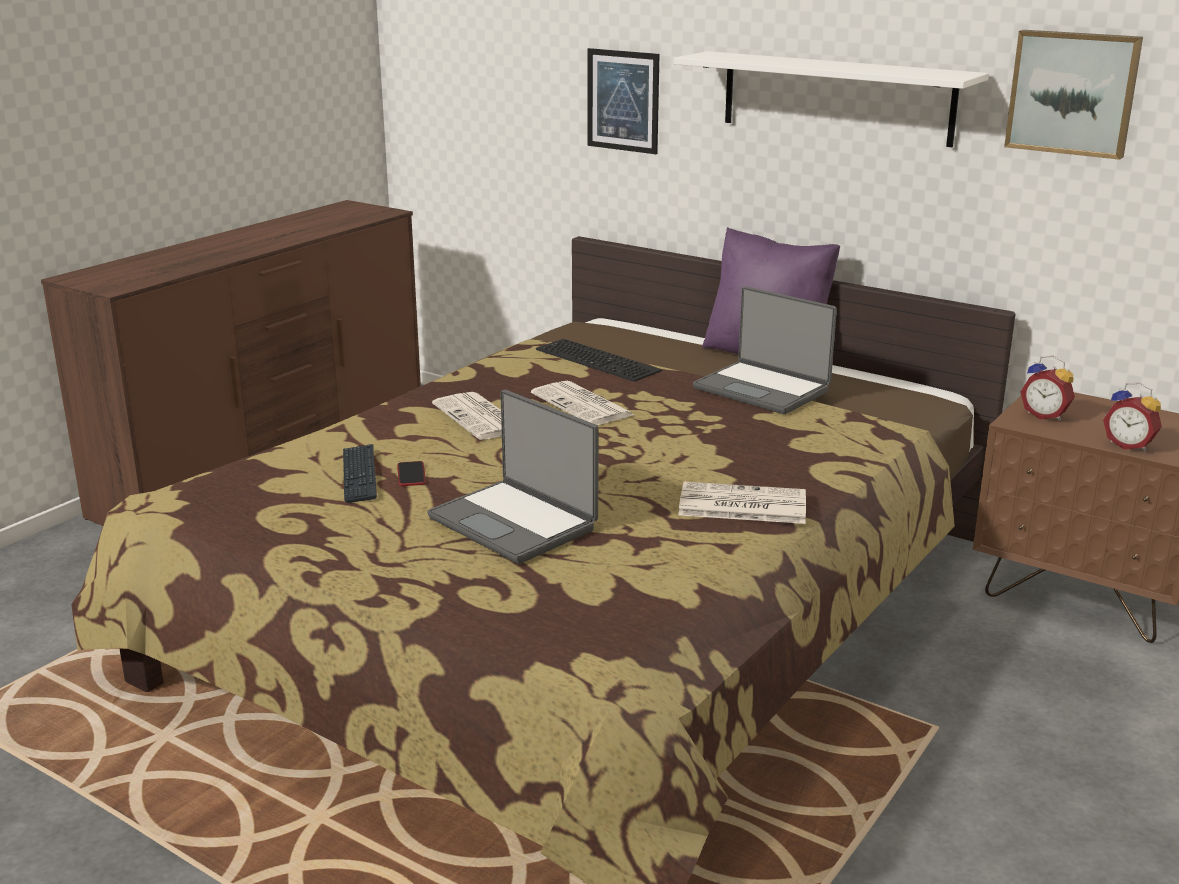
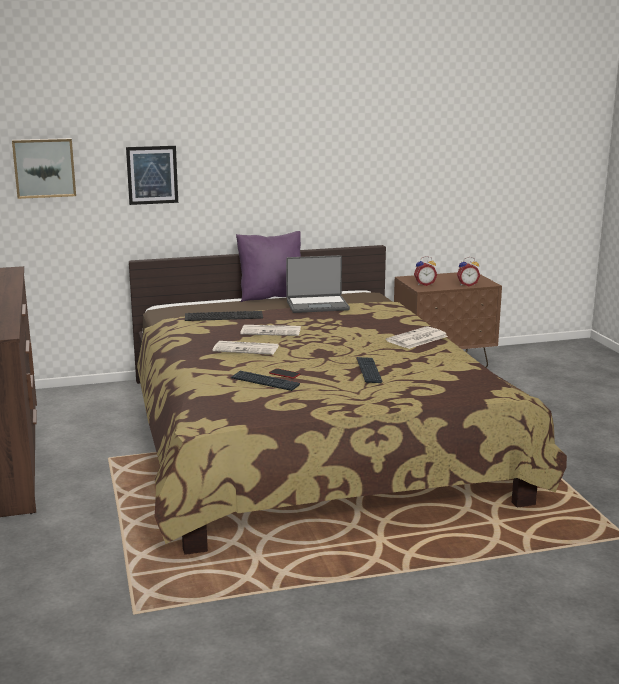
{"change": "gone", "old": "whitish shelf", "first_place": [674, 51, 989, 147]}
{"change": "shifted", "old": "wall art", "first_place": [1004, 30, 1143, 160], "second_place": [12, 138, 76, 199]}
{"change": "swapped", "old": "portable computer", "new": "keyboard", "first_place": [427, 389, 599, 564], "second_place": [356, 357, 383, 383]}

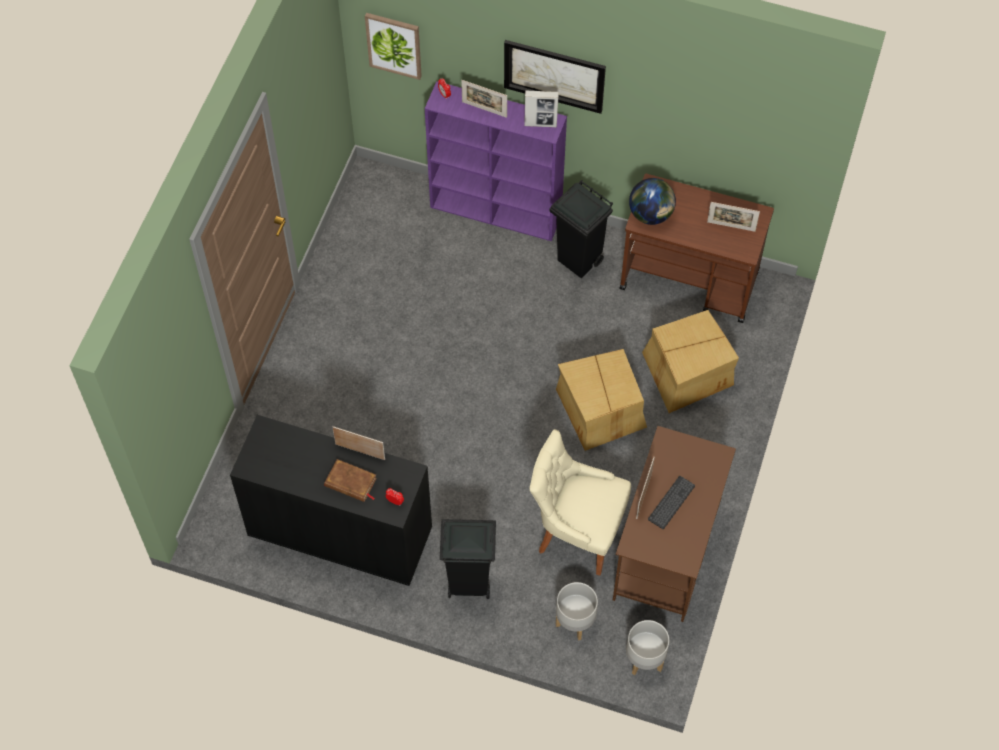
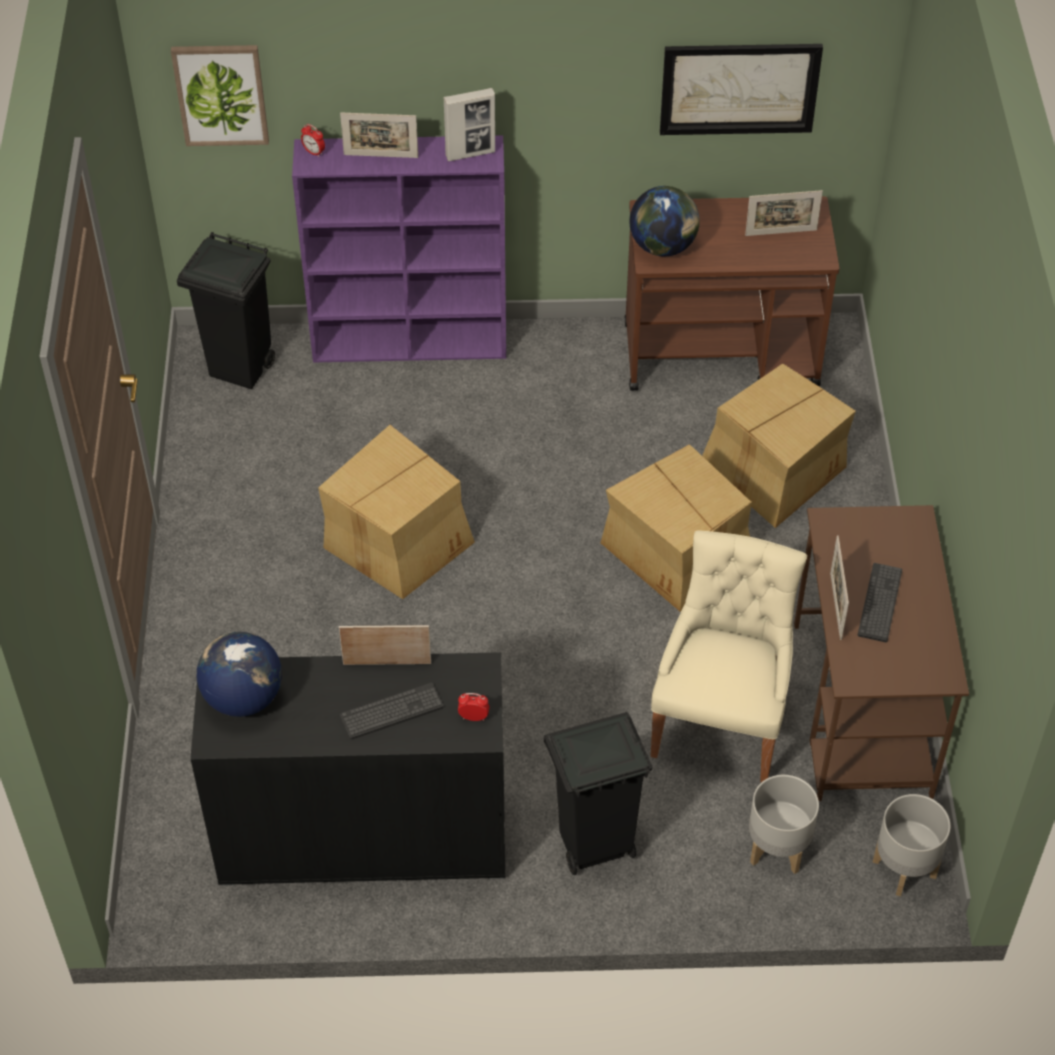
{"change": "new", "new": "globe", "second_place": [197, 632, 282, 717]}
{"change": "new", "new": "packing box", "second_place": [318, 425, 475, 599]}
{"change": "shifted", "old": "wall art", "first_place": [504, 40, 606, 114], "second_place": [660, 44, 823, 135]}
{"change": "shifted", "old": "black-coloured rubbish bin", "first_place": [549, 180, 613, 278], "second_place": [177, 232, 275, 389]}
{"change": "swapped", "old": "brown book", "new": "keyboard", "first_place": [324, 459, 377, 502], "second_place": [340, 683, 443, 740]}
{"change": "rotated", "old": "sand-coloured upright chair", "first_place": [530, 429, 631, 576], "second_place": [651, 530, 807, 782], "degrees": 105}

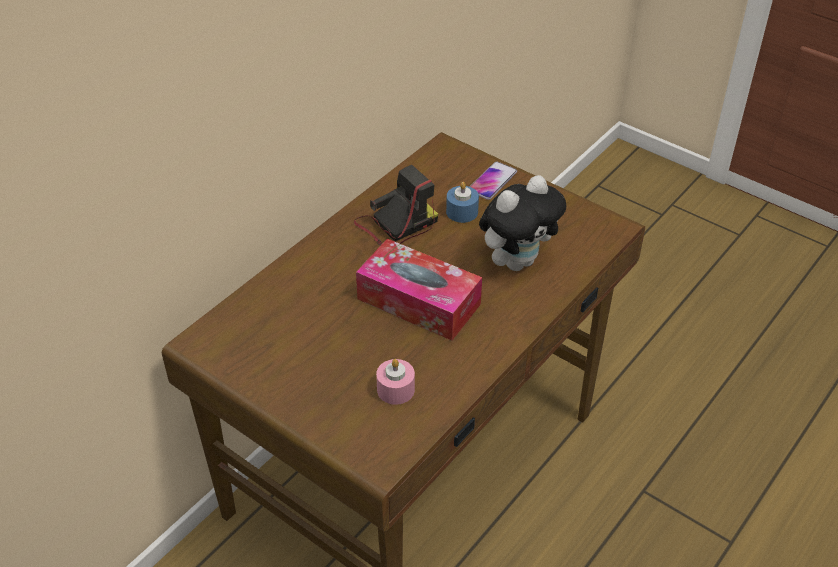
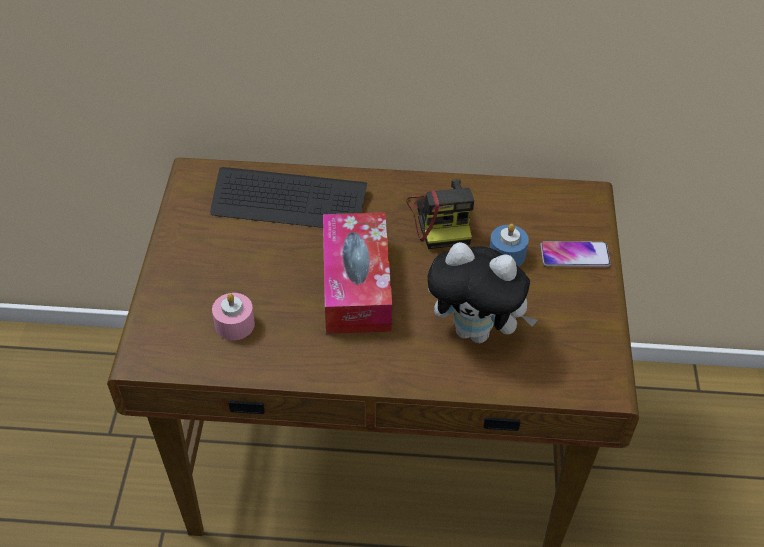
{"change": "new", "new": "keyboard", "second_place": [210, 167, 367, 228]}
{"change": "rotated", "old": "still camera", "first_place": [354, 165, 438, 246], "second_place": [406, 179, 474, 249], "degrees": 60}

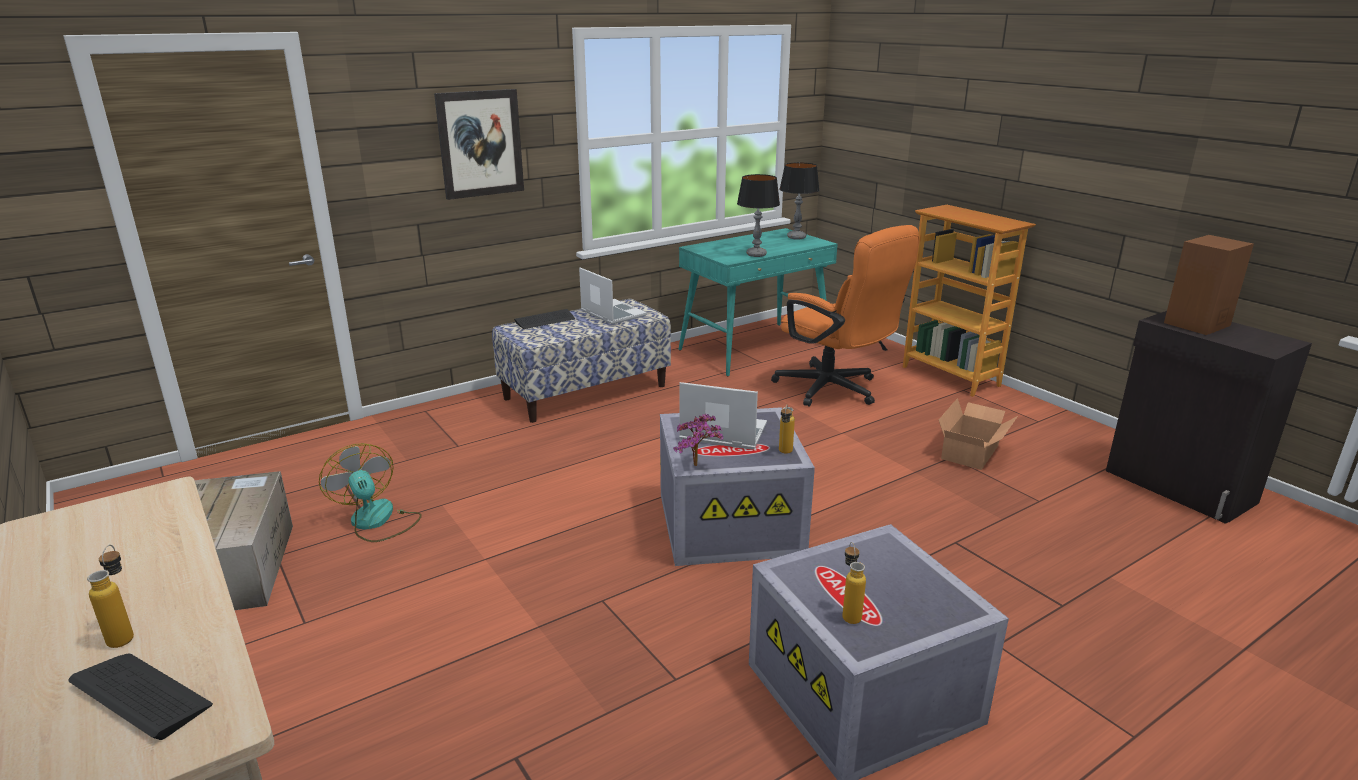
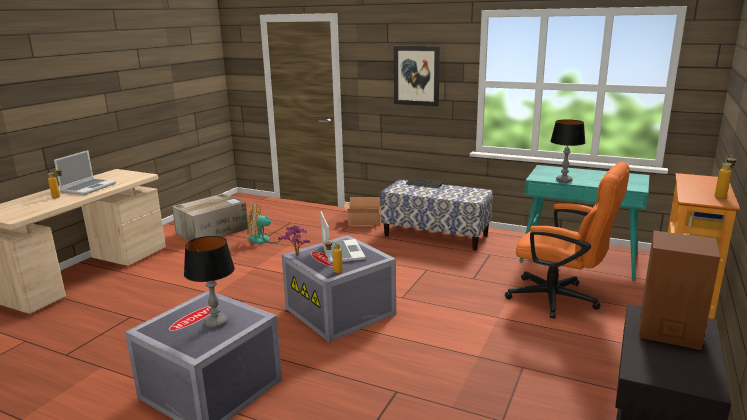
{"change": "gone", "old": "keyboard", "first_place": [68, 654, 213, 740]}
{"change": "shifted", "old": "portable computer", "first_place": [579, 268, 647, 325], "second_place": [54, 150, 116, 195]}
{"change": "shifted", "old": "tabletop lamp", "first_place": [779, 162, 820, 240], "second_place": [184, 236, 235, 328]}
{"change": "shifted", "old": "beverage bottle", "first_place": [842, 542, 866, 624], "second_place": [715, 155, 736, 199]}
{"change": "shifted", "old": "packing box", "first_place": [939, 398, 1018, 470], "second_place": [344, 197, 381, 225]}
{"change": "rotated", "old": "cooling fan", "first_place": [319, 443, 422, 542], "second_place": [247, 203, 282, 244], "degrees": -120}
{"change": "rotated", "old": "orange-coloured office chair", "first_place": [771, 225, 920, 407], "second_place": [505, 162, 630, 319], "degrees": -75}

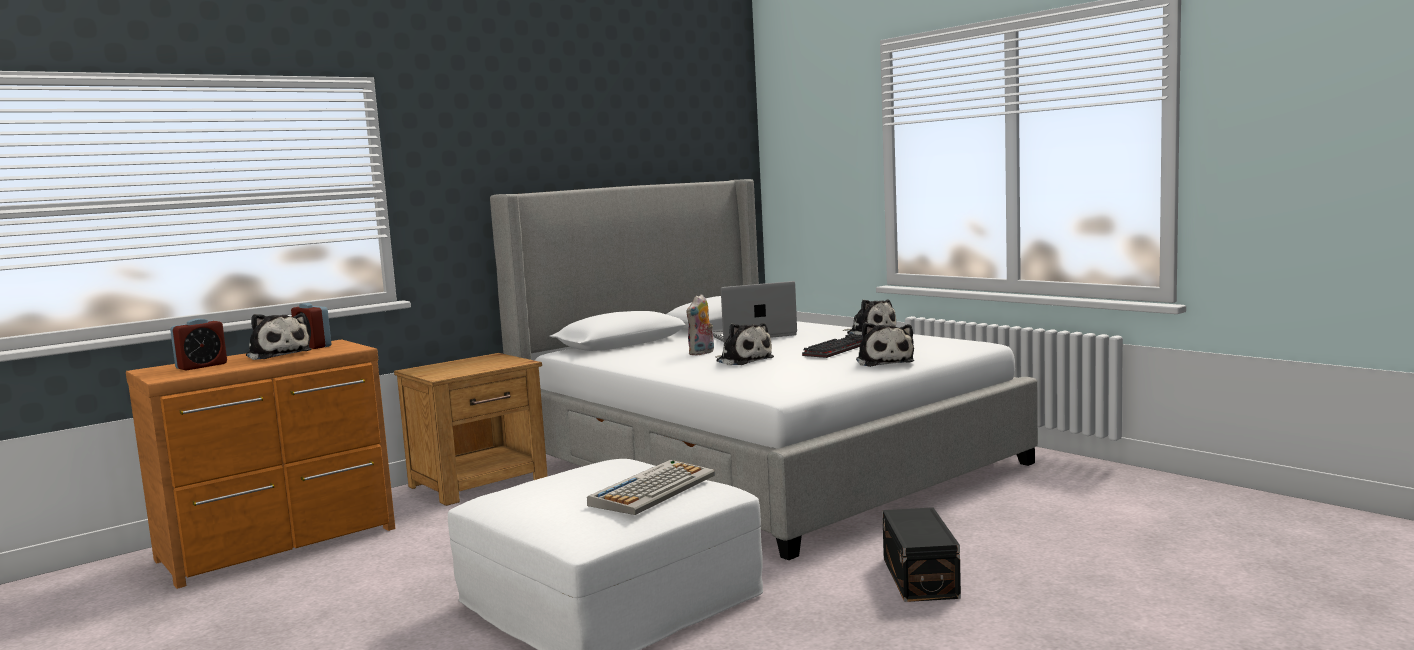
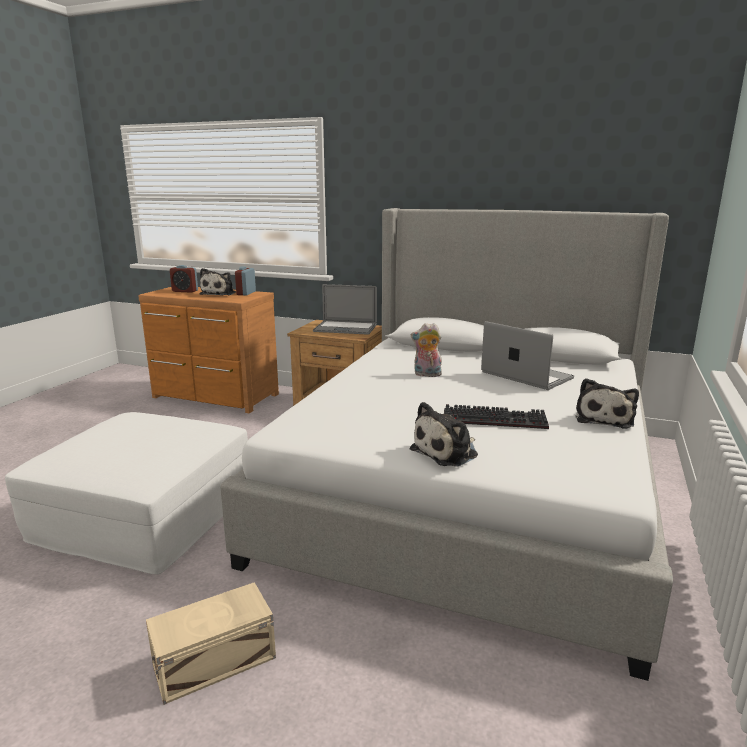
{"change": "gone", "old": "keyboard", "first_place": [587, 460, 715, 515]}
{"change": "gone", "old": "plush toy", "first_place": [715, 323, 774, 365]}
{"change": "new", "new": "portable computer", "second_place": [313, 284, 377, 335]}
{"change": "repainted", "old": "black-coloured storage bin", "new": "sand-coloured storage bin", "first_place": [882, 507, 961, 602], "second_place": [146, 582, 276, 705]}

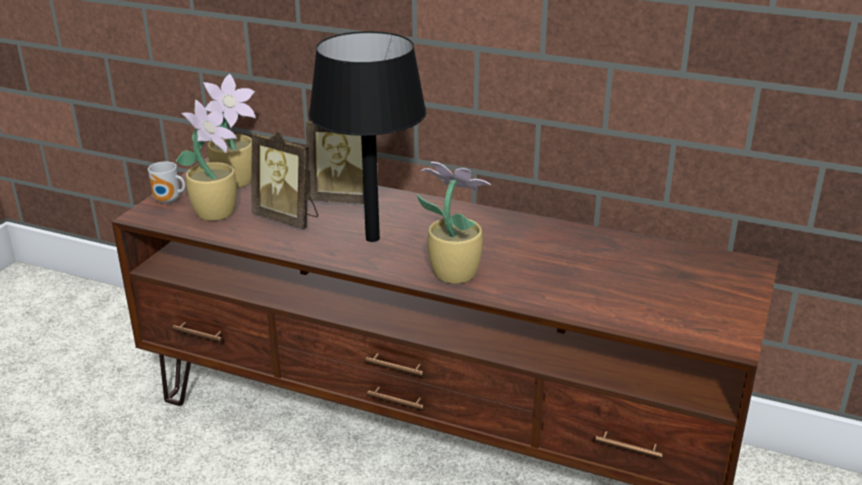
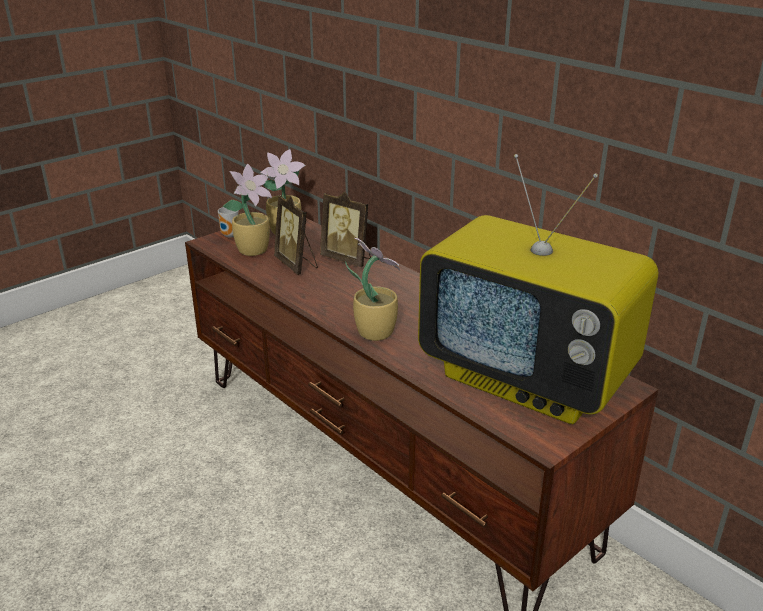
{"change": "gone", "old": "black-coloured tabletop lamp", "first_place": [309, 31, 426, 242]}
{"change": "new", "new": "television", "second_place": [418, 154, 658, 424]}

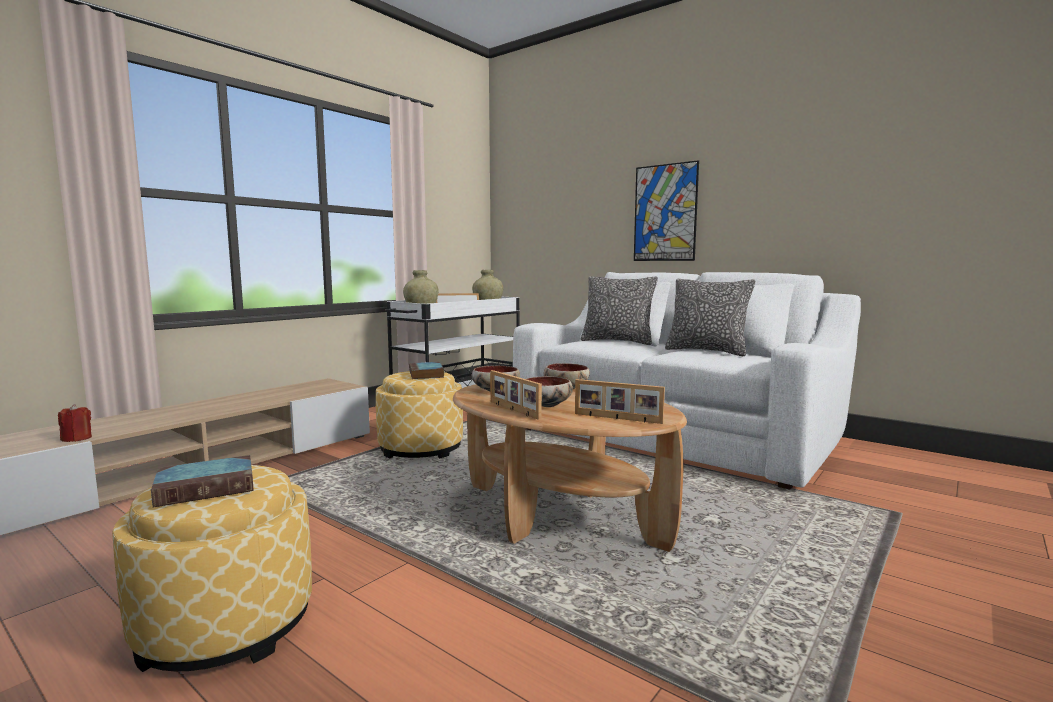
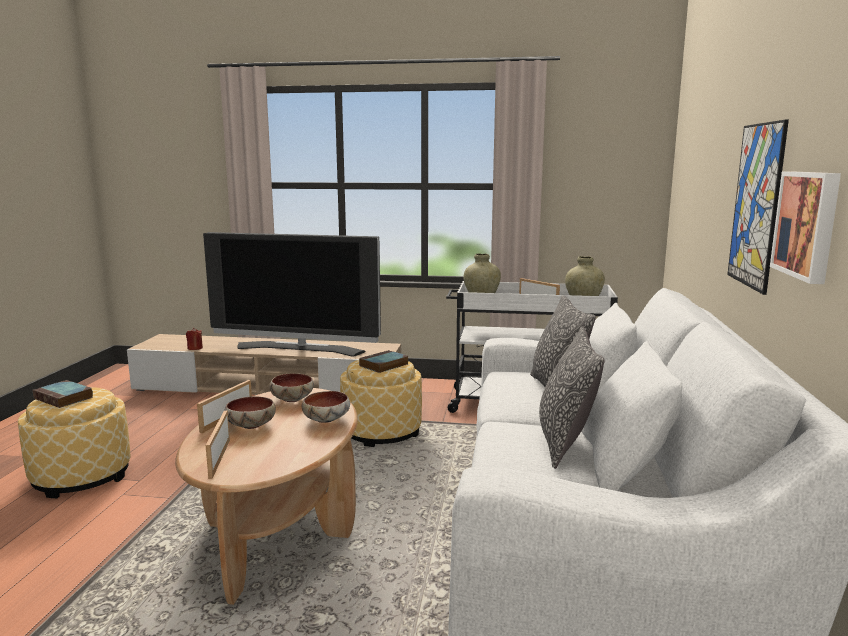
{"change": "new", "new": "television", "second_place": [203, 232, 381, 357]}
{"change": "new", "new": "wall art", "second_place": [770, 172, 841, 284]}

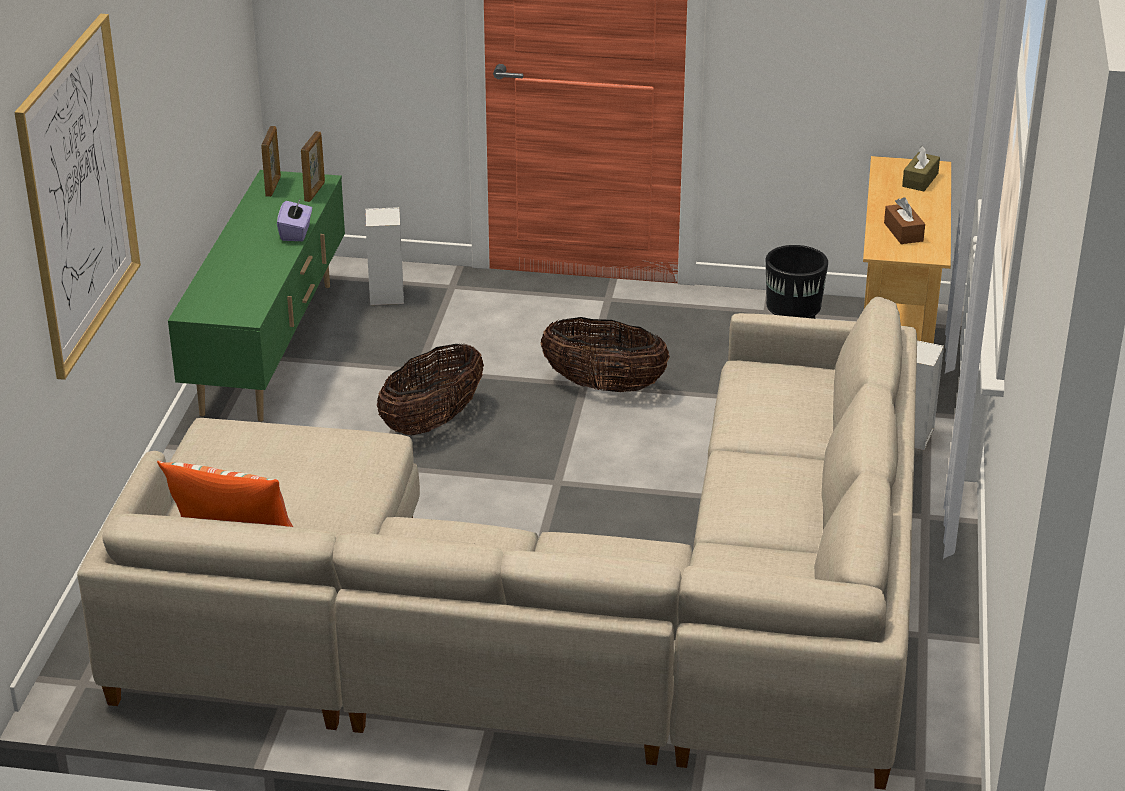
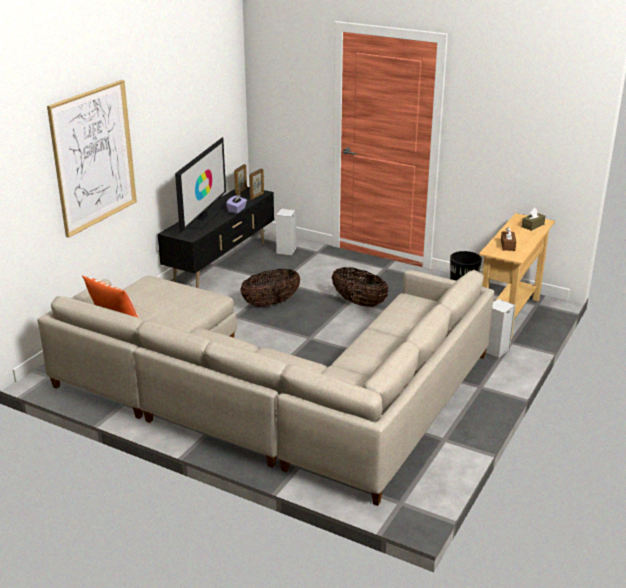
{"change": "new", "new": "television", "second_place": [175, 137, 226, 233]}
{"change": "repainted", "old": "greenish media console", "new": "black-coloured media console", "first_place": [168, 170, 345, 422], "second_place": [158, 187, 274, 288]}

